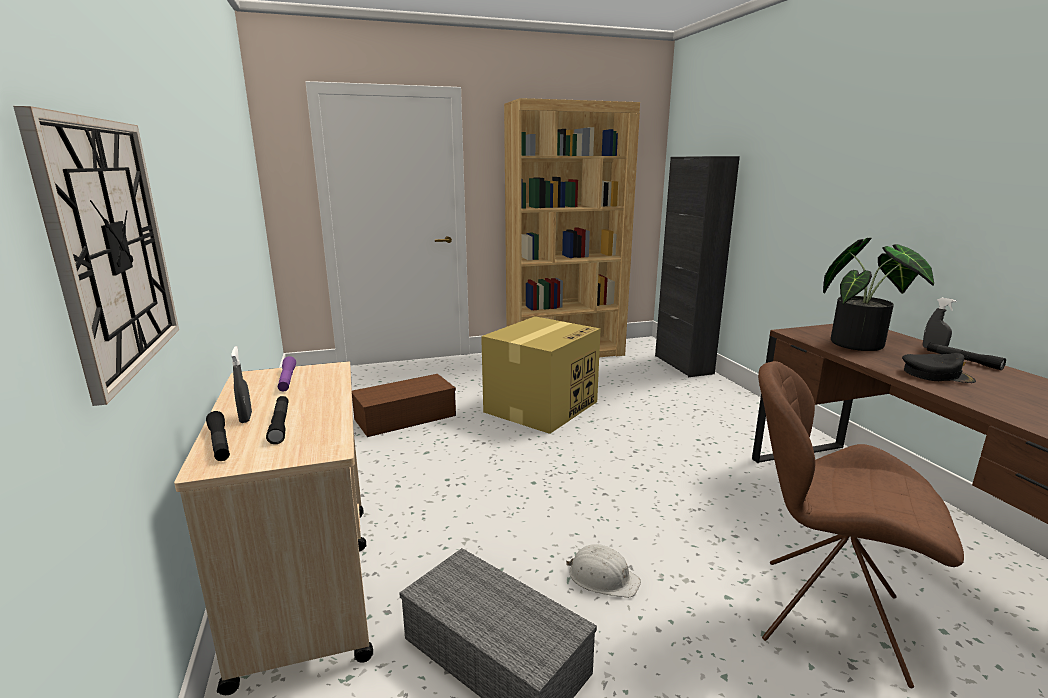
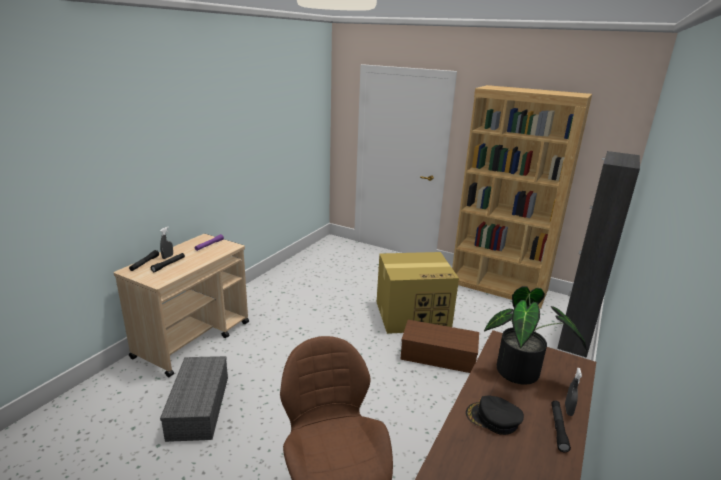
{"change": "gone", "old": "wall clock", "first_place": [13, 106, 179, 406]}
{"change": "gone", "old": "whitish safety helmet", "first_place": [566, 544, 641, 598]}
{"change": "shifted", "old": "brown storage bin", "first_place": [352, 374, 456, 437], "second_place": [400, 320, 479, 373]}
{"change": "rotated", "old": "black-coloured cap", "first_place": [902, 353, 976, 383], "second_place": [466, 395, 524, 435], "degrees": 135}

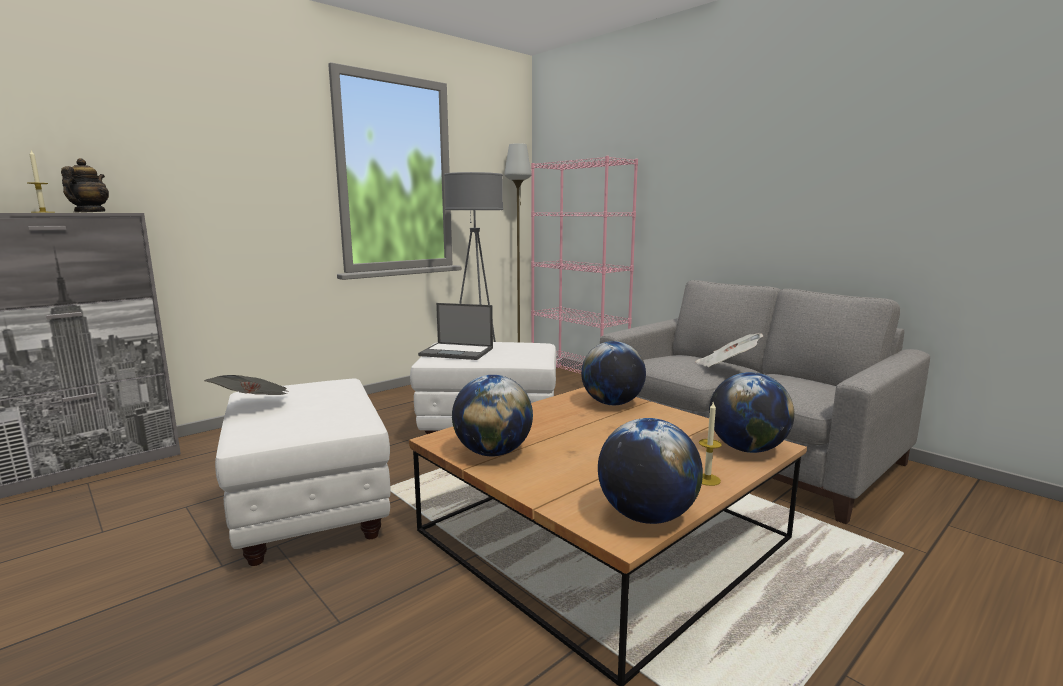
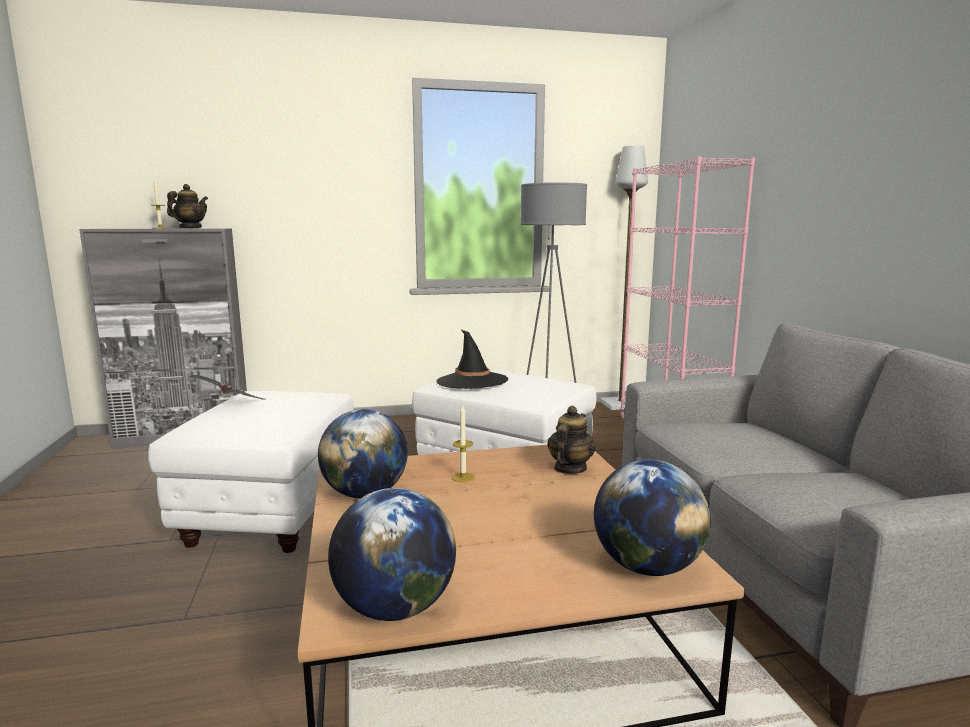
{"change": "gone", "old": "printed paper", "first_place": [696, 333, 763, 367]}
{"change": "shifted", "old": "candle", "first_place": [699, 401, 722, 486], "second_place": [452, 404, 475, 483]}
{"change": "swapped", "old": "portable computer", "new": "black-coloured clothing hat", "first_place": [418, 303, 493, 360], "second_place": [437, 329, 508, 389]}
{"change": "swapped", "old": "globe", "new": "pot for tea", "first_place": [581, 341, 646, 405], "second_place": [547, 406, 596, 474]}

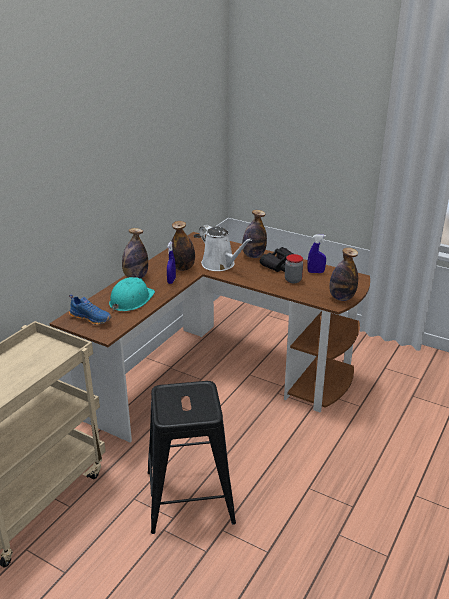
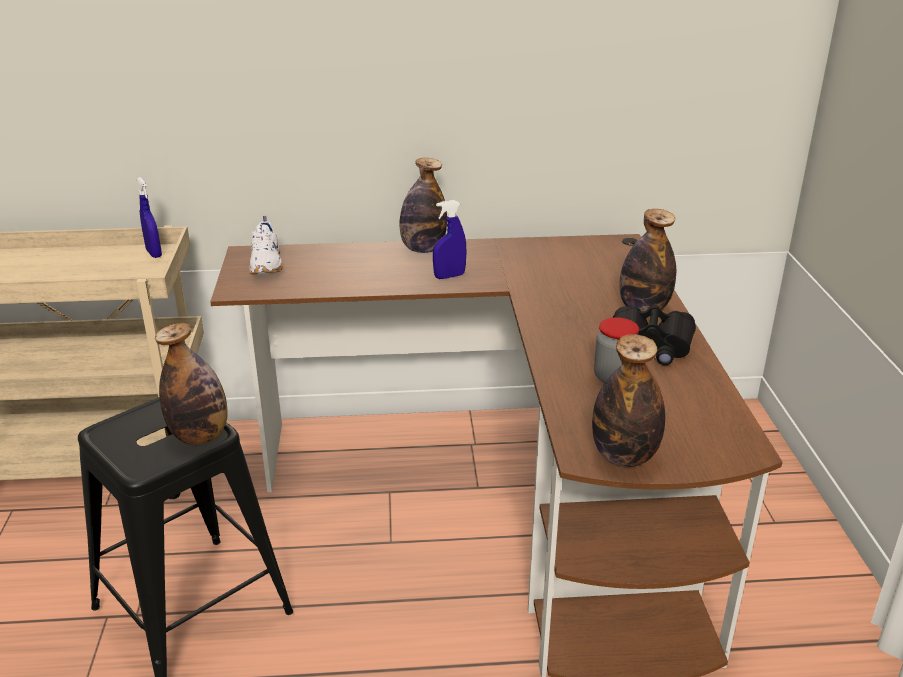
{"change": "gone", "old": "blue-green safety helmet", "first_place": [109, 277, 155, 312]}
{"change": "gone", "old": "whitish watering pot", "first_place": [199, 225, 252, 271]}
{"change": "shifted", "old": "beverage bottle", "first_place": [171, 221, 195, 271], "second_place": [155, 323, 228, 445]}
{"change": "shifted", "old": "blue spray bottle", "first_place": [307, 235, 326, 273], "second_place": [137, 177, 162, 258]}
{"change": "repainted", "old": "blue shoe", "new": "whitish shoe", "first_place": [69, 294, 111, 325], "second_place": [249, 216, 283, 275]}

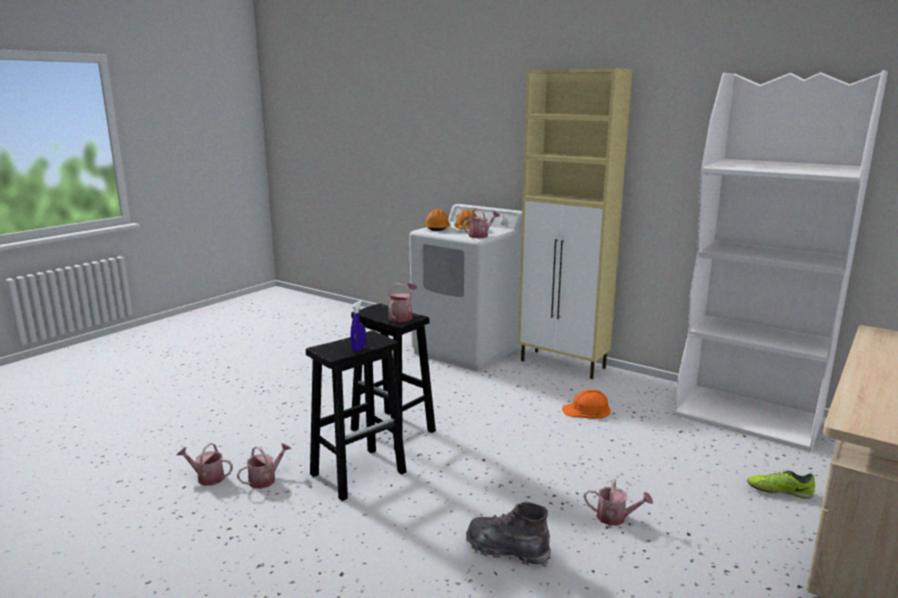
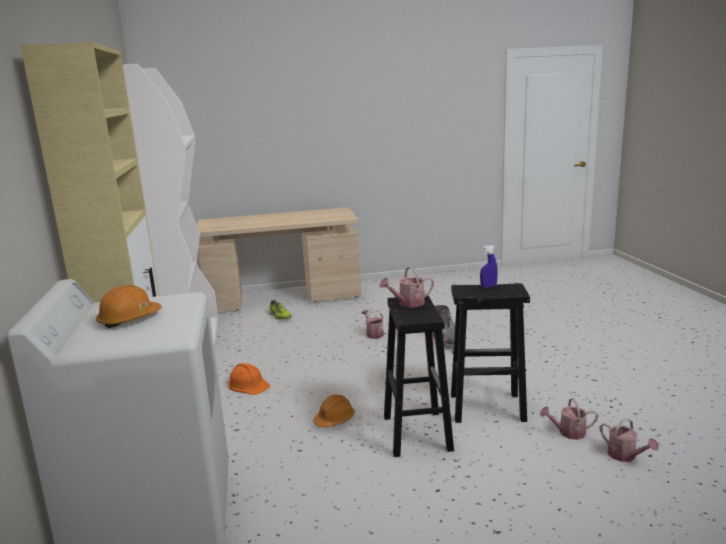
{"change": "gone", "old": "watering pot", "first_place": [463, 208, 500, 238]}
{"change": "shifted", "old": "orange-coloured safety helmet", "first_place": [424, 209, 450, 231], "second_place": [313, 395, 355, 428]}

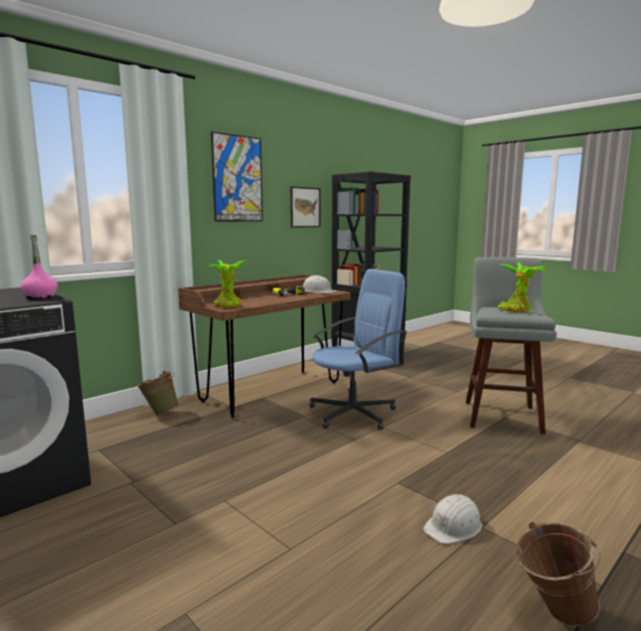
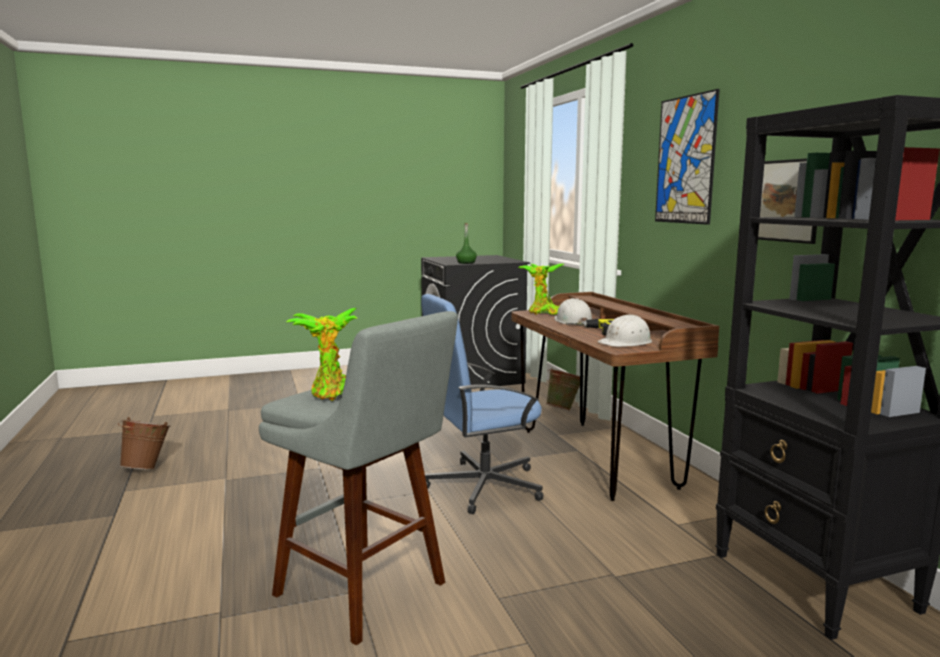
{"change": "shifted", "old": "whitish safety helmet", "first_place": [423, 494, 482, 544], "second_place": [555, 298, 592, 326]}
{"change": "repainted", "old": "pink beverage bottle", "new": "greenish beverage bottle", "first_place": [21, 235, 58, 299], "second_place": [456, 223, 477, 264]}
{"change": "rotated", "old": "blue office chair", "first_place": [310, 269, 407, 430], "second_place": [421, 294, 544, 514], "degrees": 75}

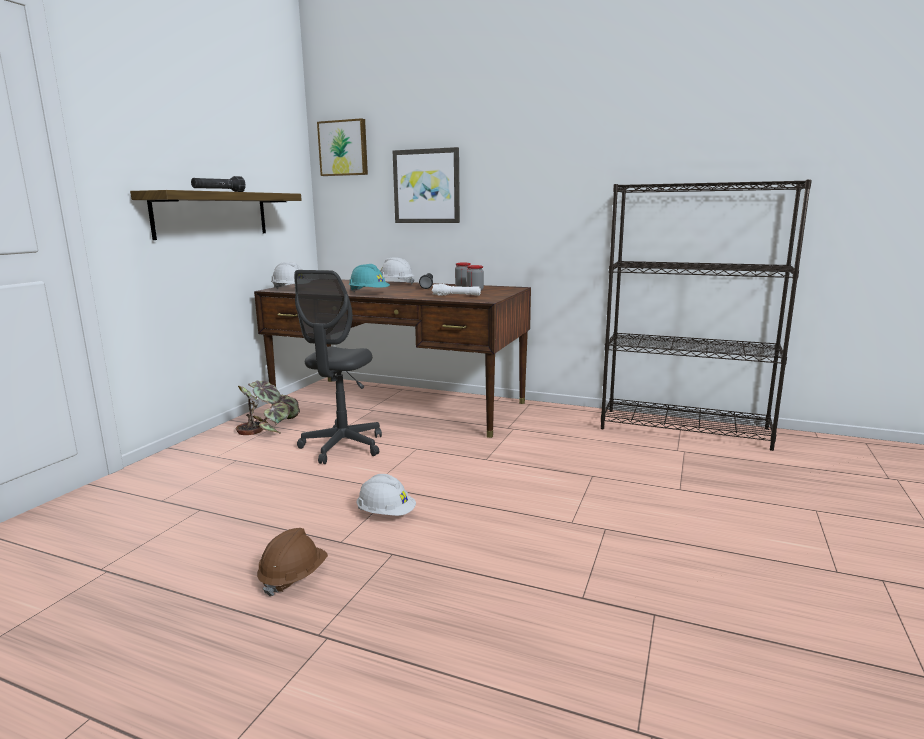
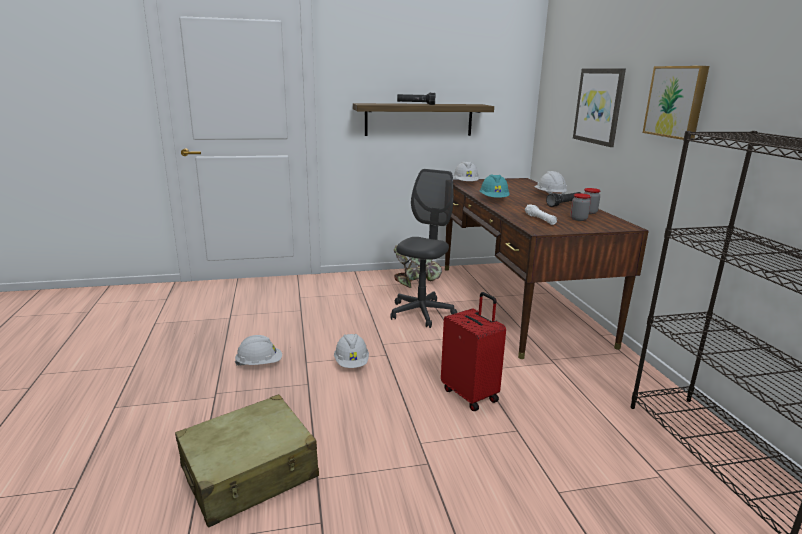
{"change": "new", "new": "sand-coloured piece of luggage", "second_place": [175, 394, 319, 527]}
{"change": "new", "new": "red-coloured piece of luggage", "second_place": [441, 292, 506, 411]}
{"change": "shifted", "old": "wall art", "first_place": [317, 118, 368, 176], "second_place": [643, 66, 709, 140]}
{"change": "repainted", "old": "brown safety helmet", "new": "whitish safety helmet", "first_place": [257, 528, 328, 597], "second_place": [235, 335, 282, 366]}
{"change": "rotated", "old": "greyish office chair", "first_place": [294, 270, 382, 464], "second_place": [390, 169, 457, 328], "degrees": 135}

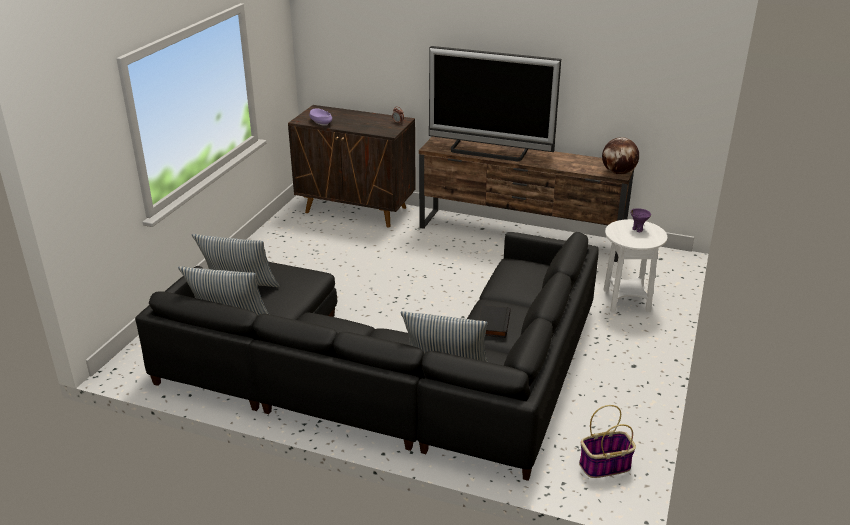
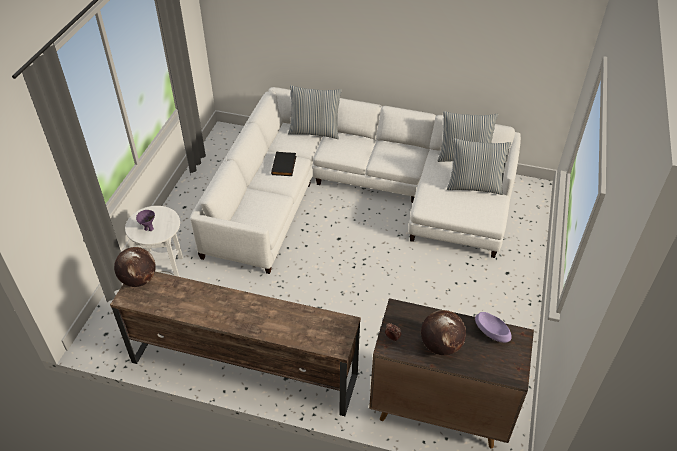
{"change": "gone", "old": "television", "first_place": [429, 46, 561, 161]}
{"change": "gone", "old": "basket", "first_place": [579, 405, 636, 478]}
{"change": "new", "new": "globe", "second_place": [421, 310, 466, 355]}
{"change": "repainted", "old": "black-coloured couch", "new": "whitish couch", "first_place": [135, 232, 599, 481], "second_place": [190, 87, 521, 274]}

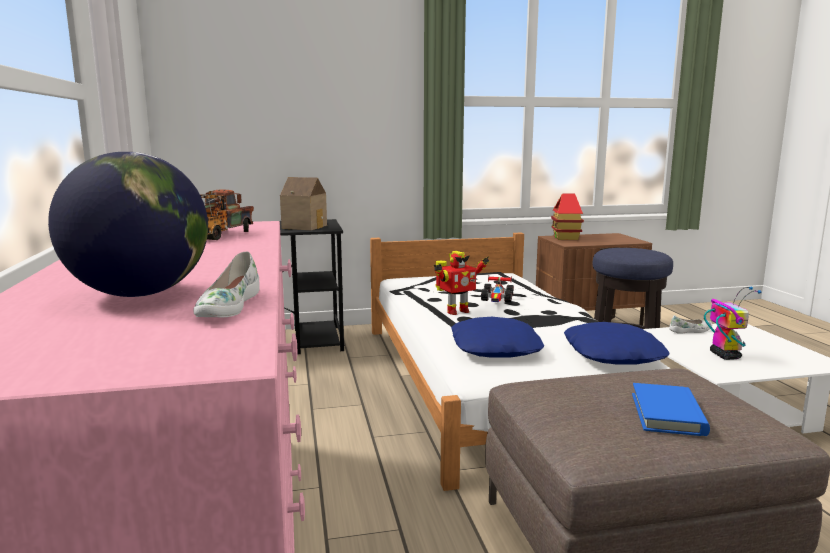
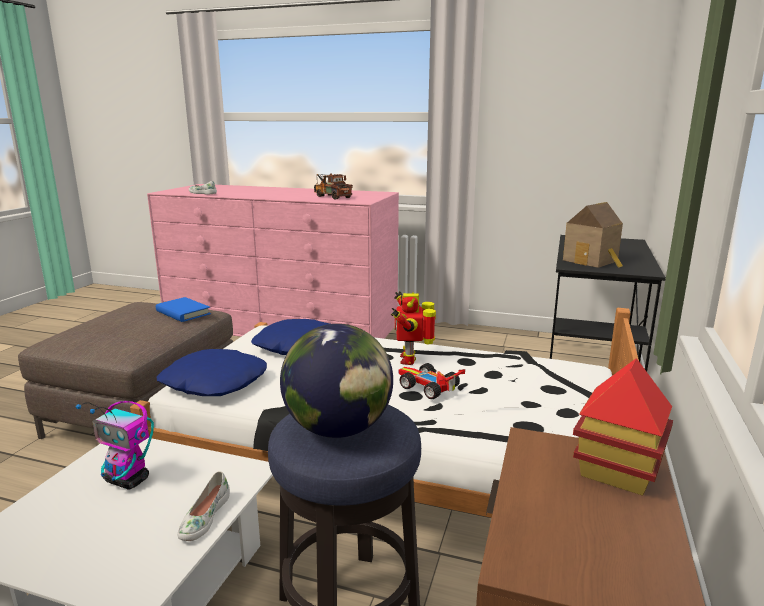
{"change": "shifted", "old": "globe", "first_place": [48, 152, 208, 297], "second_place": [280, 324, 393, 438]}
{"change": "shifted", "old": "blue book", "first_place": [632, 383, 710, 436], "second_place": [156, 297, 211, 322]}

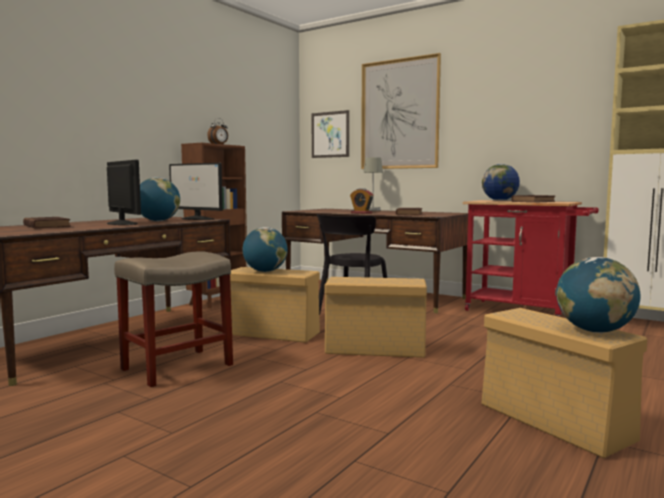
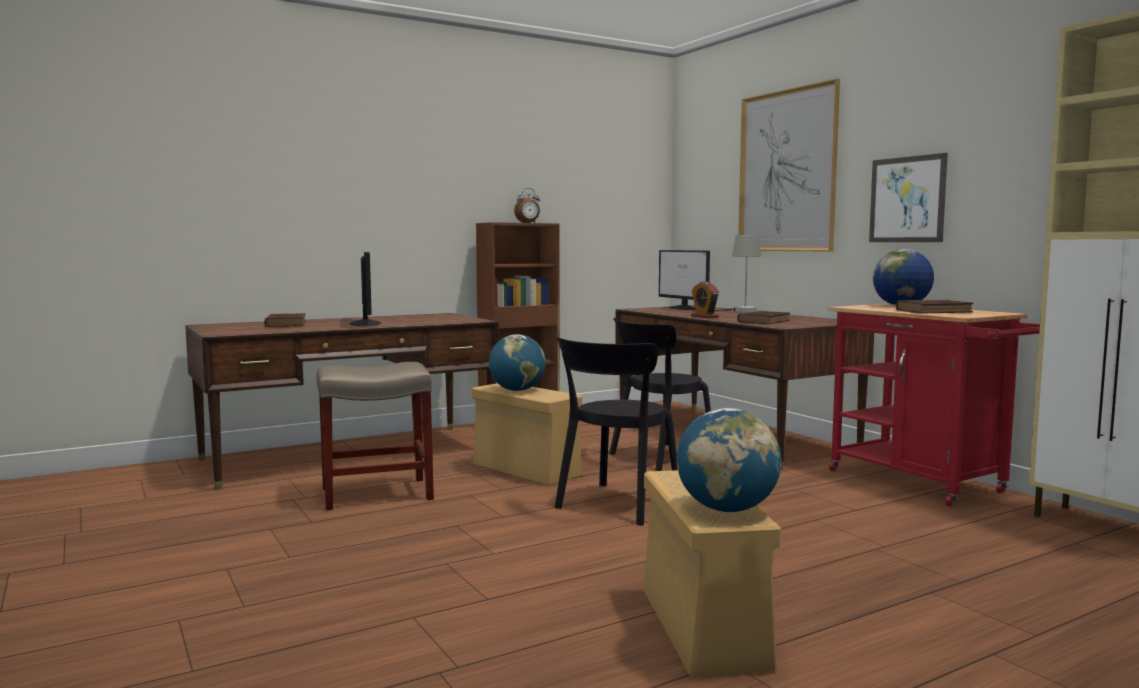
{"change": "gone", "old": "globe", "first_place": [140, 177, 180, 221]}
{"change": "shifted", "old": "monitor", "first_place": [169, 163, 223, 220], "second_place": [659, 250, 710, 310]}
{"change": "shifted", "old": "wall art", "first_place": [312, 110, 349, 158], "second_place": [869, 153, 948, 242]}
{"change": "swapped", "old": "sand-coloured storage bin", "new": "black-coloured upright chair", "first_place": [325, 277, 427, 358], "second_place": [554, 337, 678, 526]}

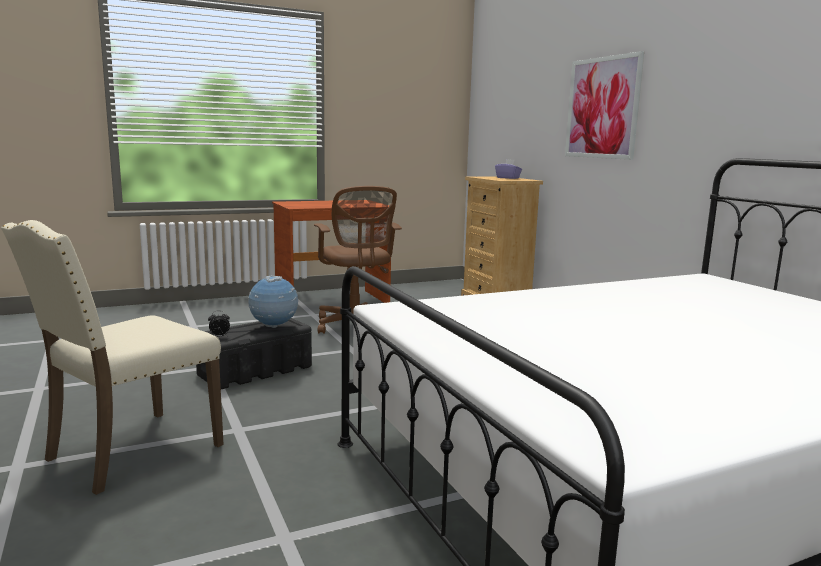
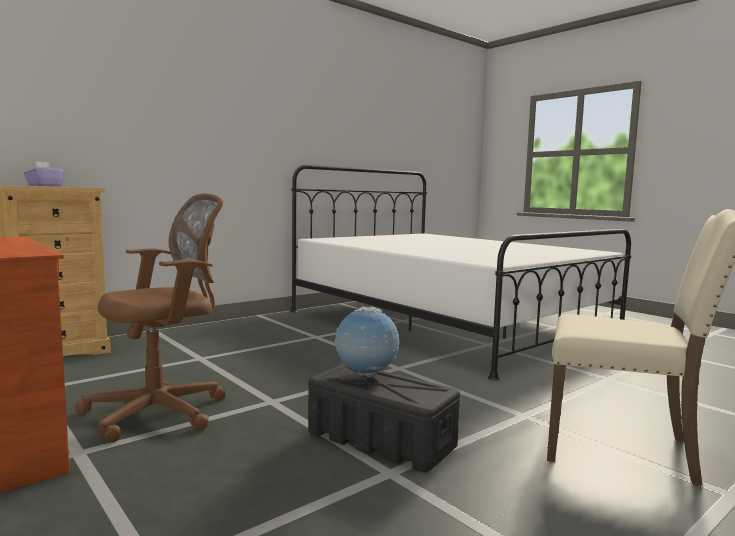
{"change": "gone", "old": "alarm clock", "first_place": [208, 311, 230, 337]}
{"change": "gone", "old": "wall art", "first_place": [565, 51, 644, 160]}

